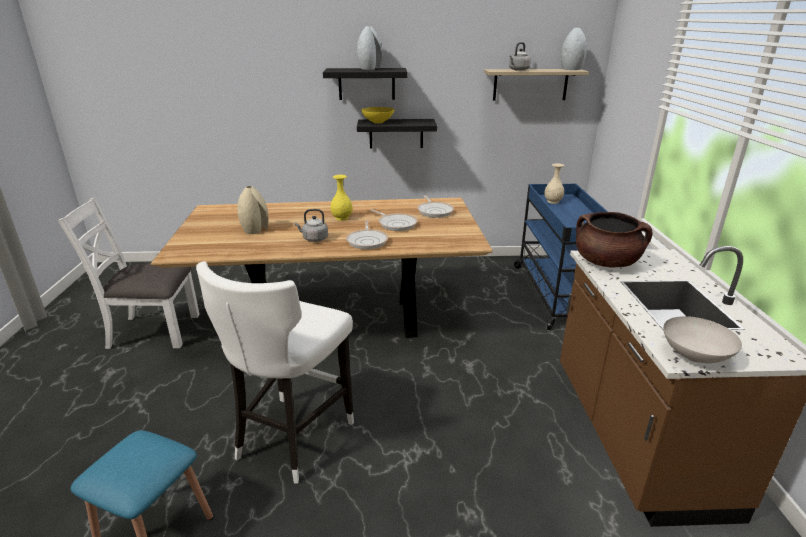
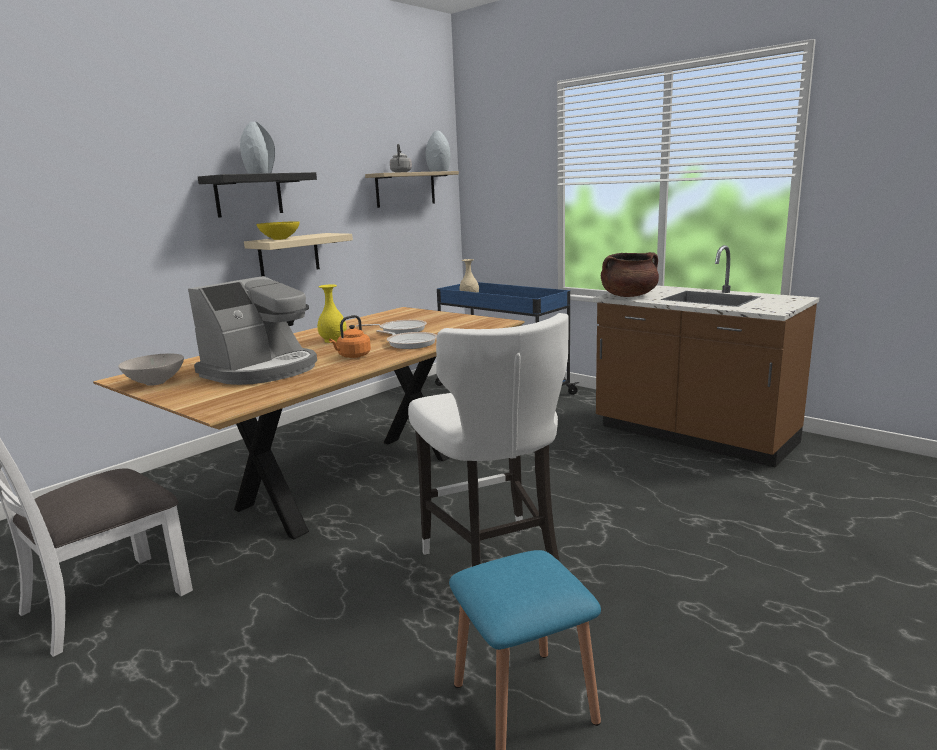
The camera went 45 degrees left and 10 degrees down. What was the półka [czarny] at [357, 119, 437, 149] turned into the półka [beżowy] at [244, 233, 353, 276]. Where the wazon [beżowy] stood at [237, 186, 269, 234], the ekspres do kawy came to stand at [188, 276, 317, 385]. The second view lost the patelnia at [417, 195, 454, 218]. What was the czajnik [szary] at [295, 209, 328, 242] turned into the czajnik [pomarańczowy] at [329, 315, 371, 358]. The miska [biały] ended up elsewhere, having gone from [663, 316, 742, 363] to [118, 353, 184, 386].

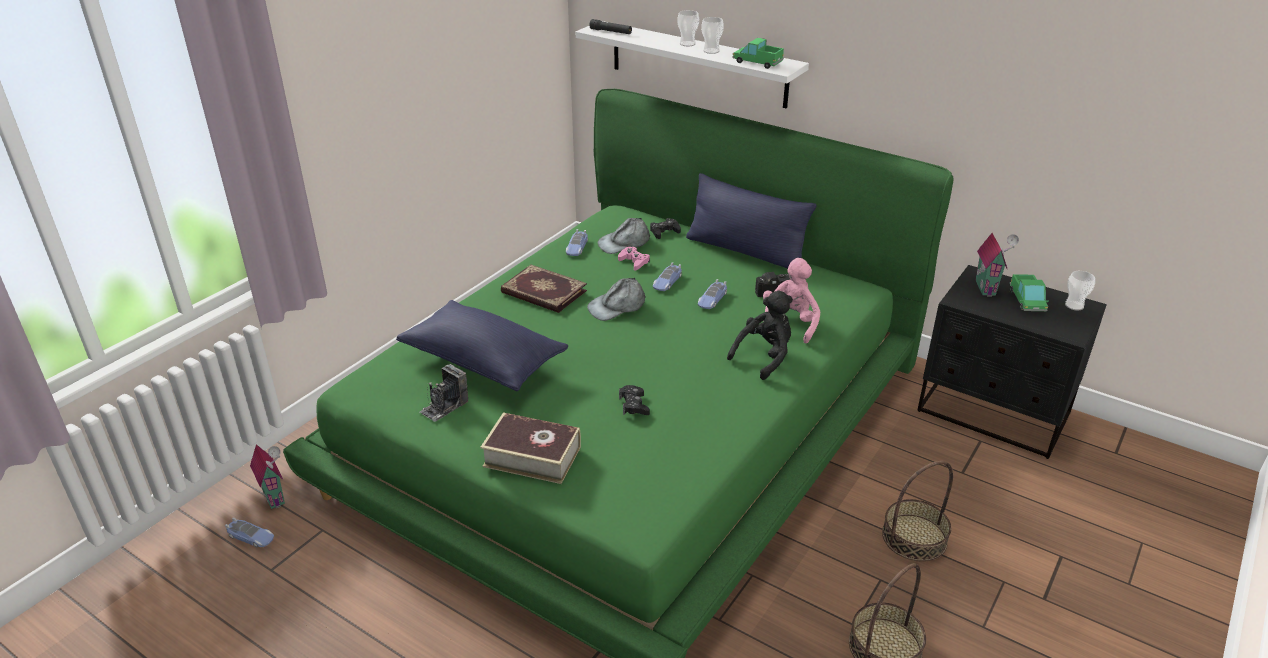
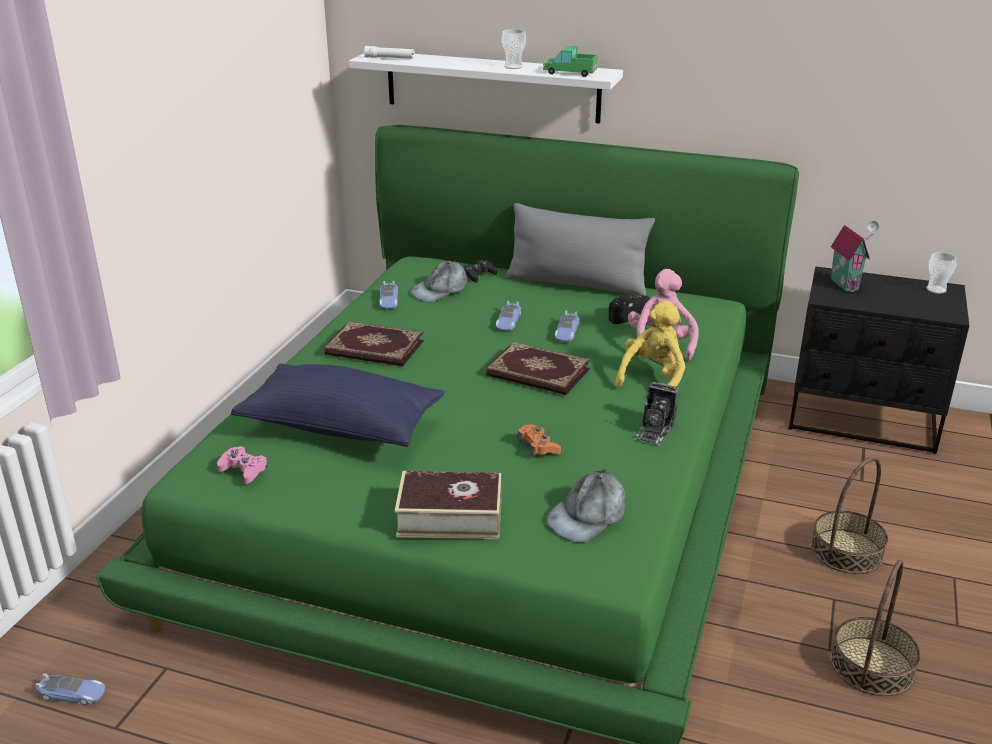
The camera went 15 degrees left and 5 degrees down. The second view lost the filiżanka at [677, 10, 699, 46]. What was the latarka [czarny] at [589, 19, 632, 34] turned into the latarka [biały] at [364, 46, 414, 59]. What was the poduszka [niebieski] at [686, 173, 816, 269] turned into the poduszka [szary] at [506, 203, 655, 296]. The pad do gier [różowy] ended up elsewhere, having gone from [618, 247, 650, 270] to [217, 446, 268, 484]. The second view lost the ciężarówka zabawkowa at [1010, 274, 1049, 311]. The czapka z daszkiem [szary] ended up elsewhere, having gone from [587, 278, 646, 321] to [546, 469, 625, 543]. What was the pluszak [czarny] at [727, 291, 793, 380] turned into the pluszak [żółty] at [615, 301, 685, 387]. The aparat fotograficzny ended up elsewhere, having gone from [419, 364, 468, 422] to [634, 382, 679, 445]. What was the pad do gier [czarny] at [619, 385, 650, 415] turned into the pad do gier [pomarańczowy] at [518, 424, 561, 458]. The second view lost the domek at [250, 444, 285, 509]. The second view gained the książka at [486, 341, 590, 395].

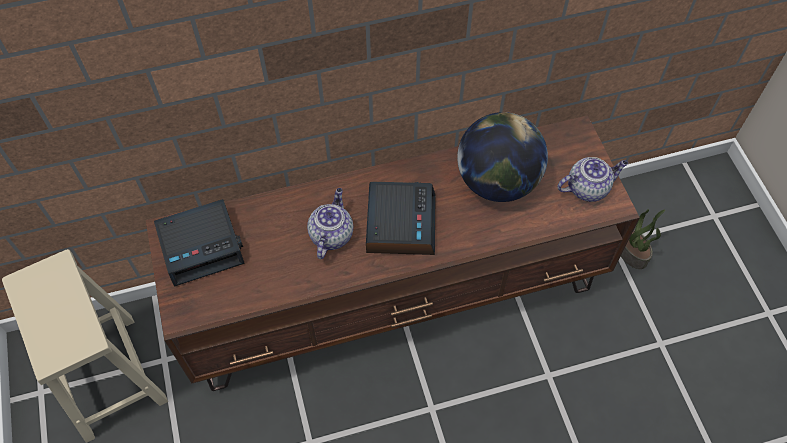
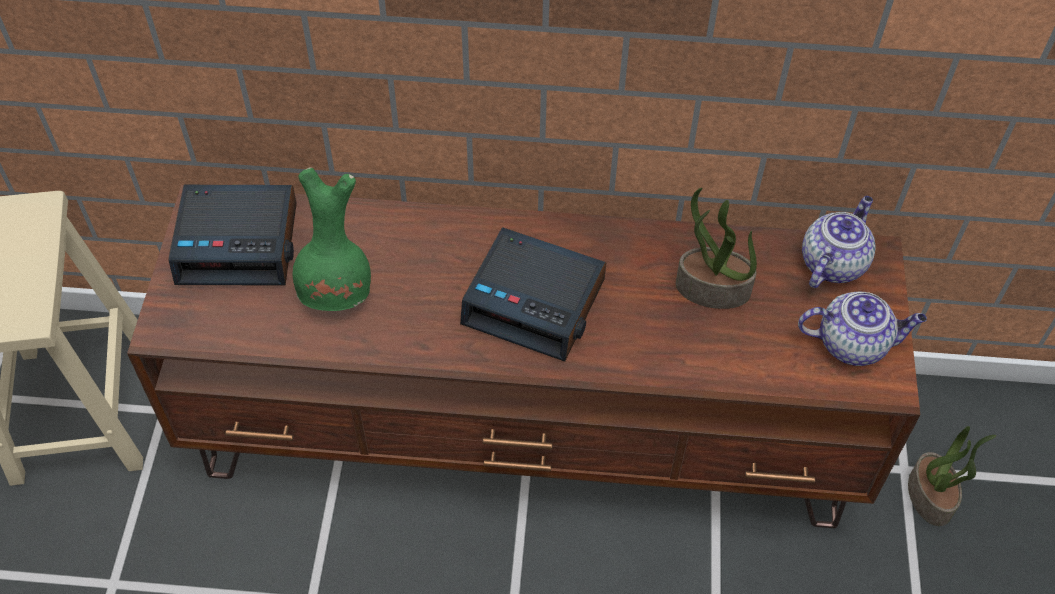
The camera went 20 degrees right and 5 degrees down. Where the globus stood at [457, 112, 548, 202], the roślina doniczkowa came to stand at [676, 188, 757, 309]. The budzik at [366, 182, 436, 255] ended up facing another way, 90 degrees clockwise from before. The imbryk ended up elsewhere, having gone from [307, 188, 353, 259] to [802, 196, 875, 288]. The second view gained the wazon [zielony] at [292, 167, 371, 311].

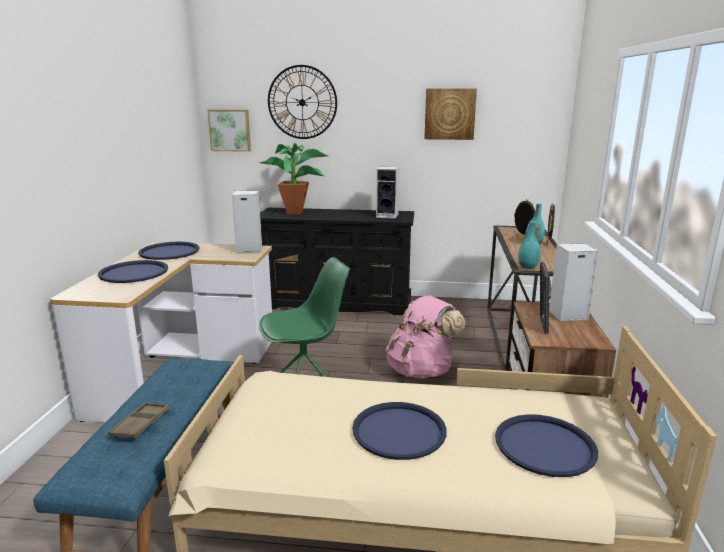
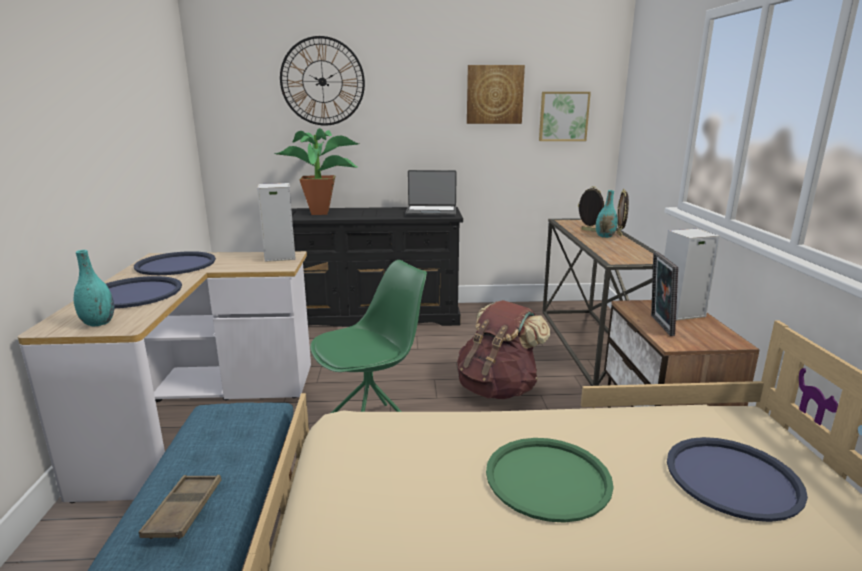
The camera went 10 degrees left and 0 degrees up. The obraz ended up elsewhere, having gone from [207, 109, 251, 152] to [539, 92, 591, 141]. Where the głośnik stood at [376, 167, 399, 219], the laptop came to stand at [405, 170, 457, 217]. The wazon [turkusowy] ended up elsewhere, having gone from [518, 221, 541, 269] to [74, 250, 115, 326]. What was the plecak [różowy] at [386, 295, 466, 379] turned into the plecak [brązowy] at [457, 300, 550, 399]. What was the taca [niebieski] at [352, 402, 447, 460] turned into the taca [zielony] at [486, 438, 614, 523].

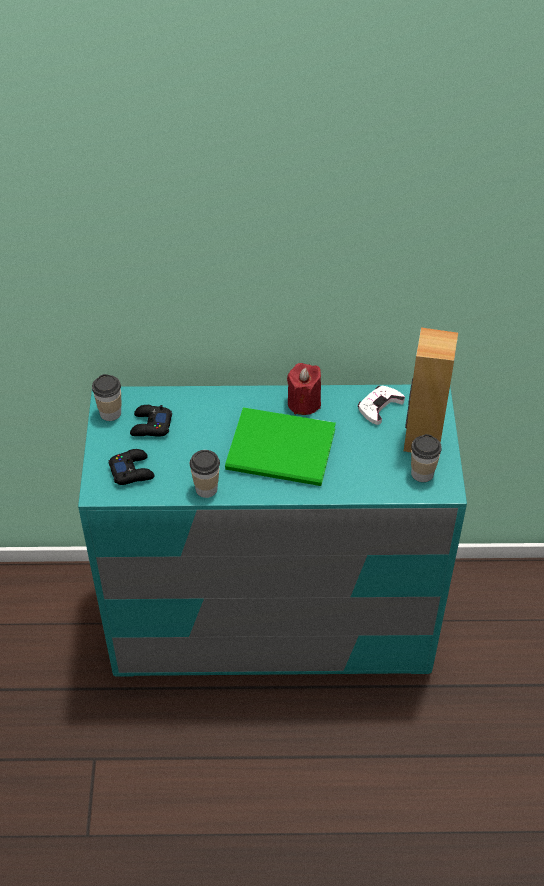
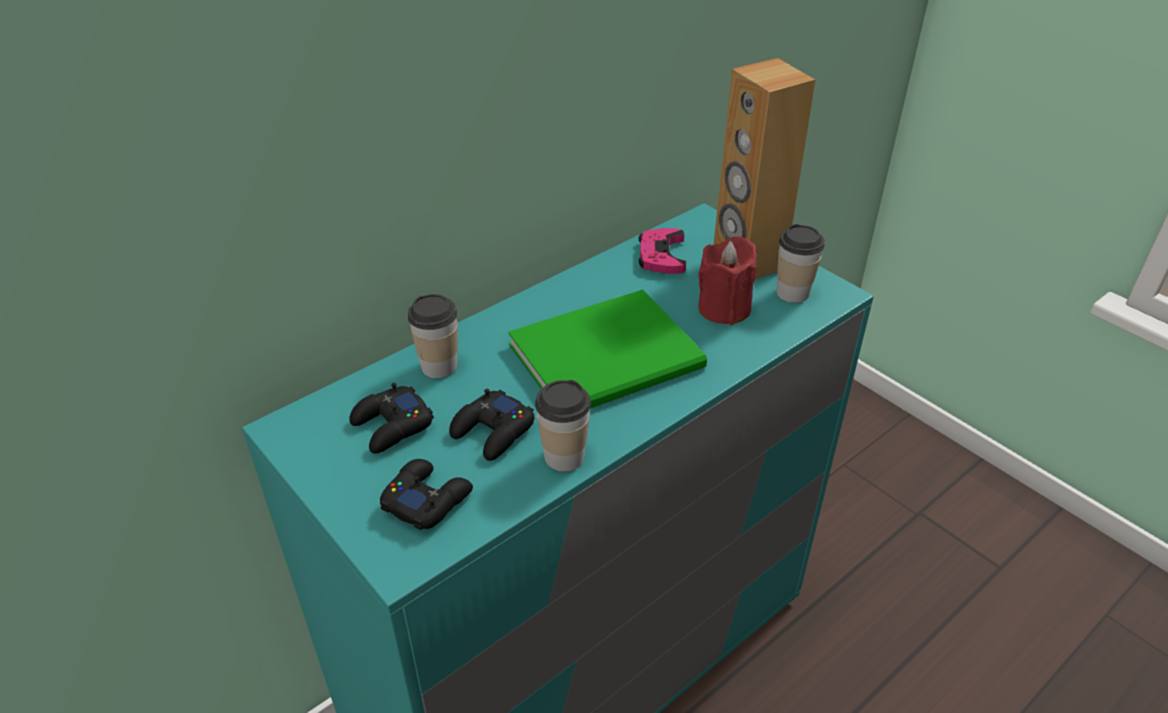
The camera went 40 degrees left and 10 degrees down. The świeca [czerwony] ended up elsewhere, having gone from [287, 363, 321, 415] to [698, 236, 757, 325]. The filiżanka ended up elsewhere, having gone from [92, 374, 122, 421] to [407, 294, 458, 378]. What was the pad do gier [biały] at [358, 386, 405, 425] turned into the pad do gier [różowy] at [639, 228, 686, 274]. The second view gained the pad do gier [czarny] at [449, 389, 534, 461].

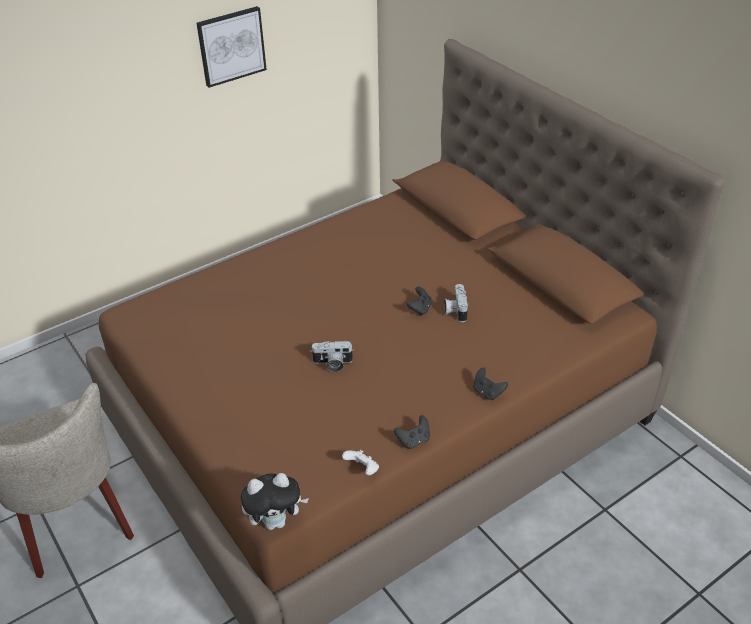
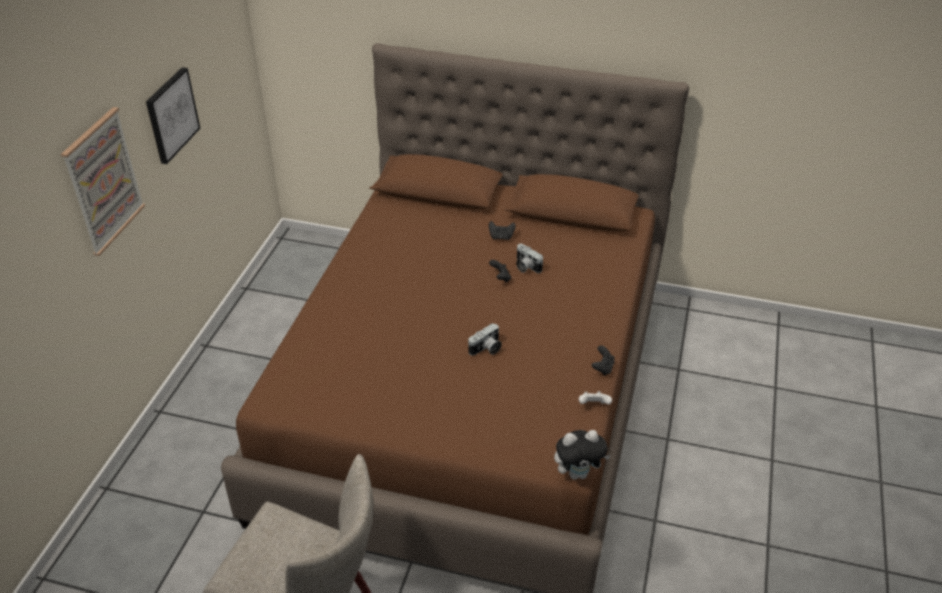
The camera went 40 degrees left and 0 degrees up. The pad do gier [czarny] ended up elsewhere, having gone from [473, 368, 508, 400] to [489, 221, 516, 240]. The pluszak at [241, 473, 309, 530] ended up facing another way, 45 degrees clockwise from before. The second view gained the obraz at [61, 107, 145, 256].

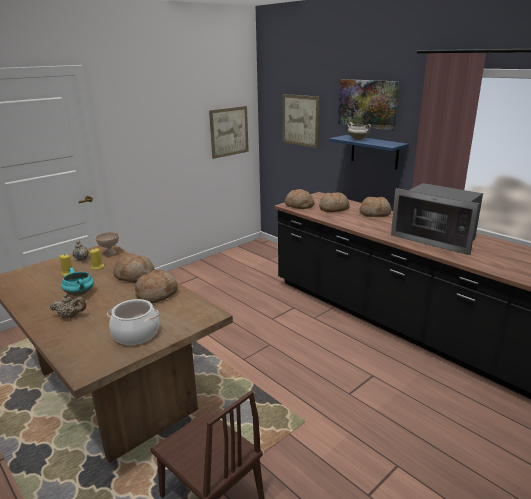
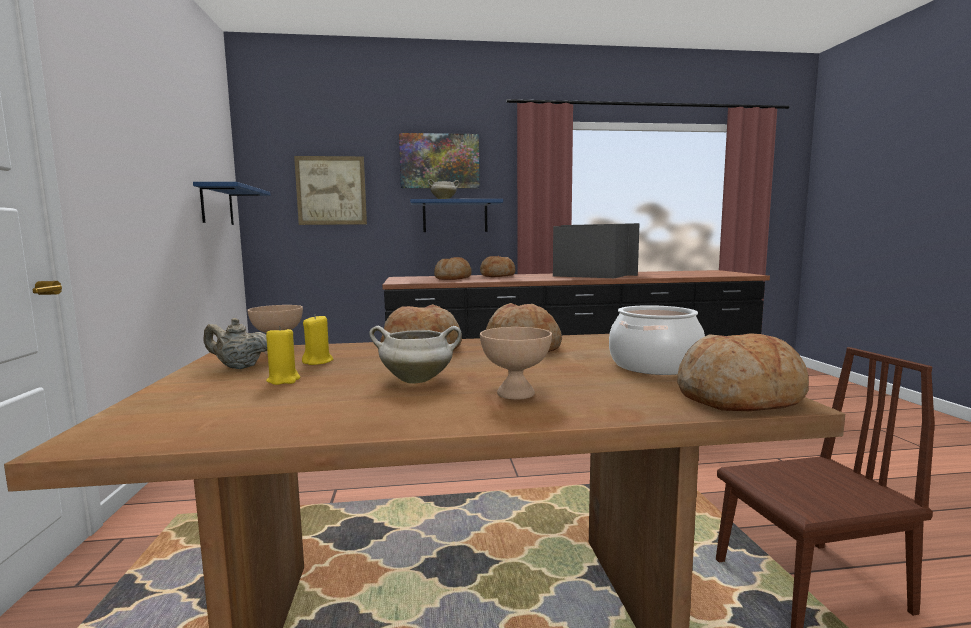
The camera went 55 degrees left and 15 degrees down. Where the obraz hung at [209, 106, 249, 159], the półka [niebieski] came to hang at [193, 182, 270, 225]. The mikrofalówka at [391, 183, 483, 255] ended up facing another way, 135 degrees counterclockwise from before. The chleb ended up elsewhere, having gone from [285, 189, 314, 209] to [677, 333, 809, 411]. What was the garnek [turkusowy] at [61, 268, 94, 296] turned into the garnek [biały] at [369, 326, 462, 384]. Where the imbryk [beżowy] stood at [50, 294, 86, 318], the miska [beżowy] came to stand at [480, 327, 552, 400].

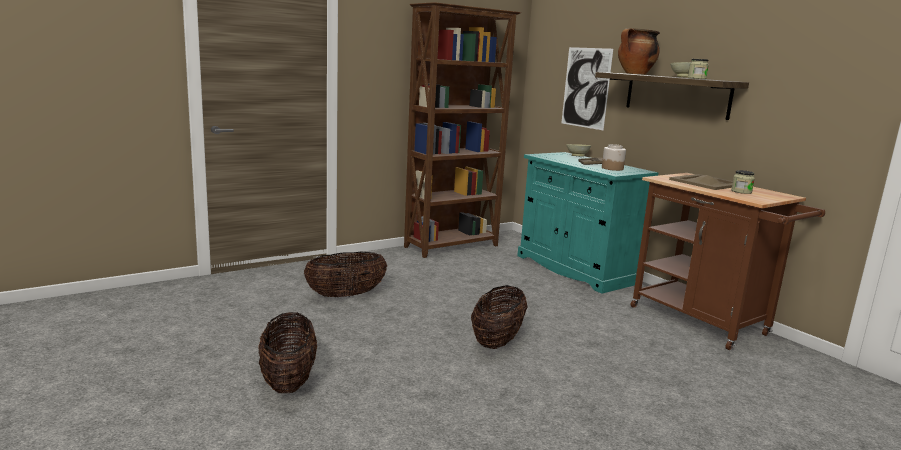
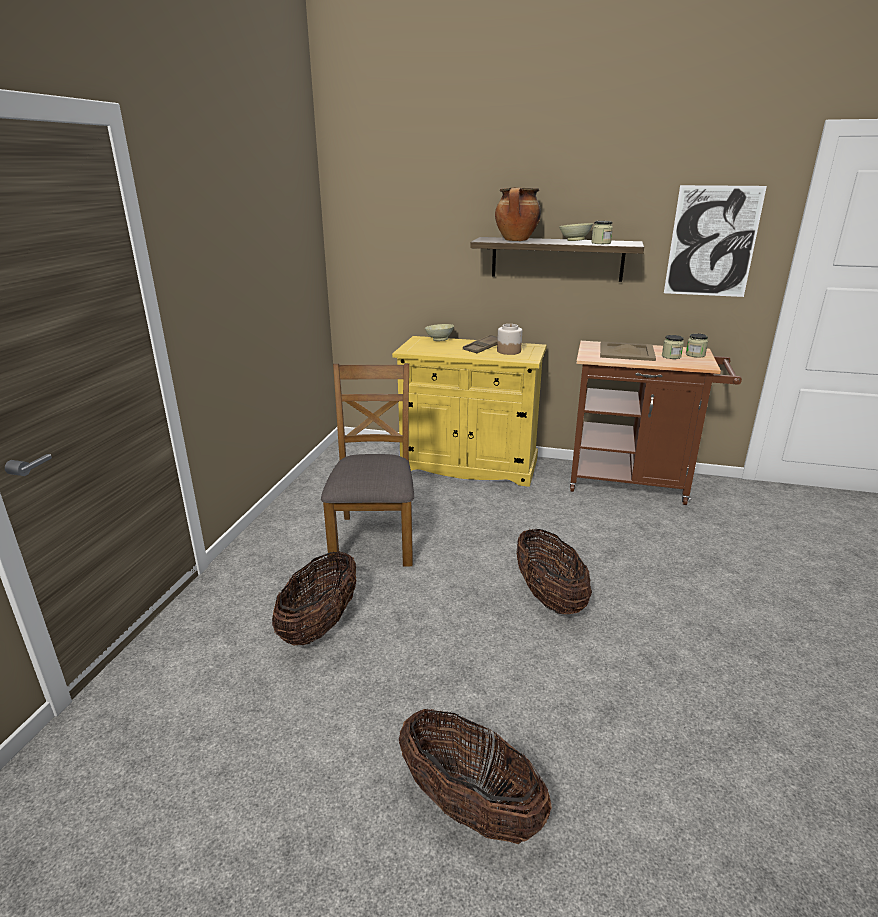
The camera went 40 degrees left and 10 degrees up. The second view lost the regał [brązowy] at [404, 2, 521, 258]. The obraz ended up elsewhere, having gone from [562, 47, 613, 130] to [664, 185, 767, 297]. What was the szafka [turkusowy] at [517, 152, 658, 294] turned into the szafka [żółty] at [392, 336, 547, 487]. The second view gained the słoik at [686, 333, 708, 357]. The second view gained the krzesło [brązowy] at [321, 363, 414, 566].

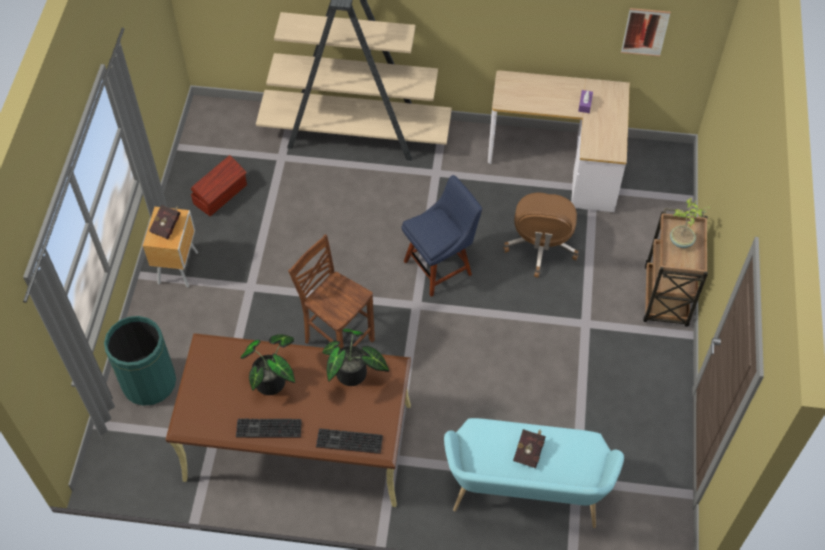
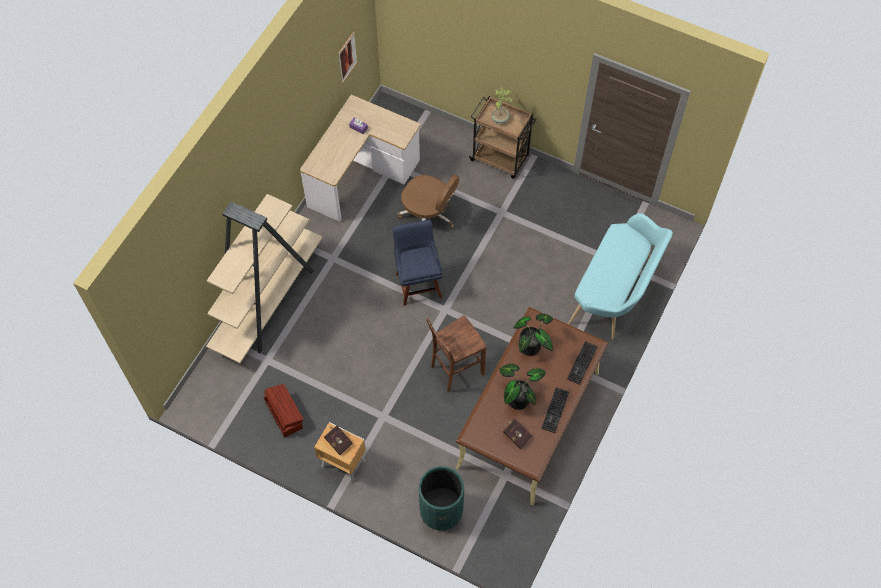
The camera went 70 degrees left and 5 degrees up. The książka [czerwony] ended up elsewhere, having gone from [513, 429, 546, 468] to [503, 419, 532, 449].

